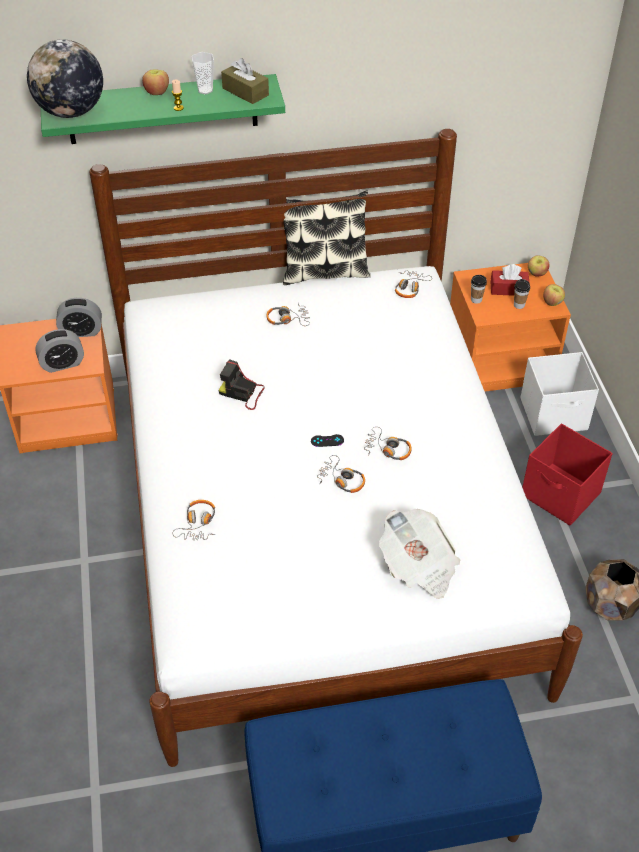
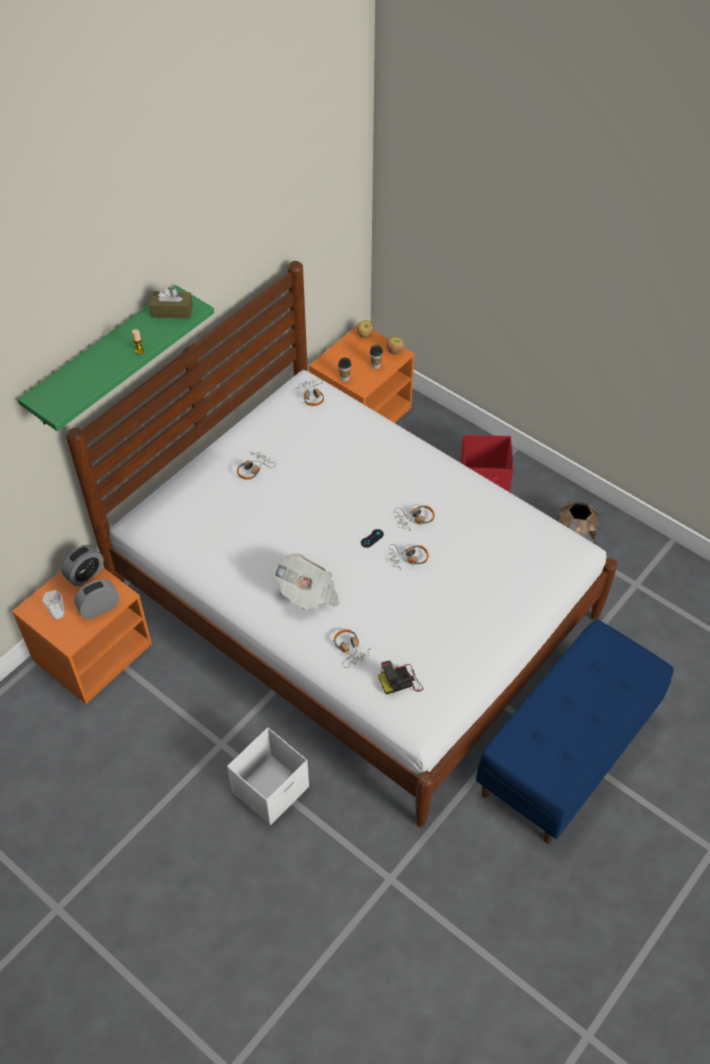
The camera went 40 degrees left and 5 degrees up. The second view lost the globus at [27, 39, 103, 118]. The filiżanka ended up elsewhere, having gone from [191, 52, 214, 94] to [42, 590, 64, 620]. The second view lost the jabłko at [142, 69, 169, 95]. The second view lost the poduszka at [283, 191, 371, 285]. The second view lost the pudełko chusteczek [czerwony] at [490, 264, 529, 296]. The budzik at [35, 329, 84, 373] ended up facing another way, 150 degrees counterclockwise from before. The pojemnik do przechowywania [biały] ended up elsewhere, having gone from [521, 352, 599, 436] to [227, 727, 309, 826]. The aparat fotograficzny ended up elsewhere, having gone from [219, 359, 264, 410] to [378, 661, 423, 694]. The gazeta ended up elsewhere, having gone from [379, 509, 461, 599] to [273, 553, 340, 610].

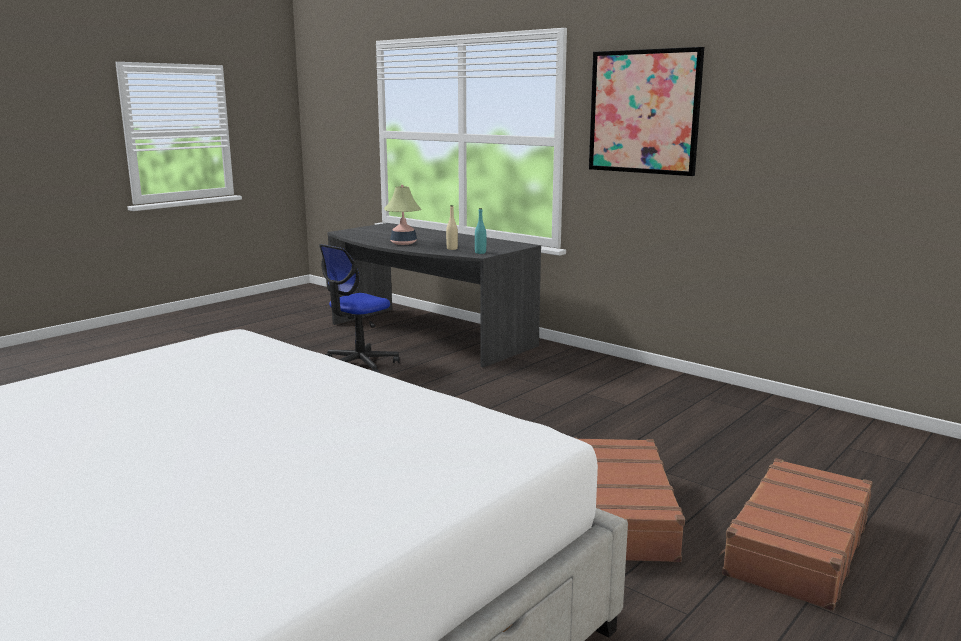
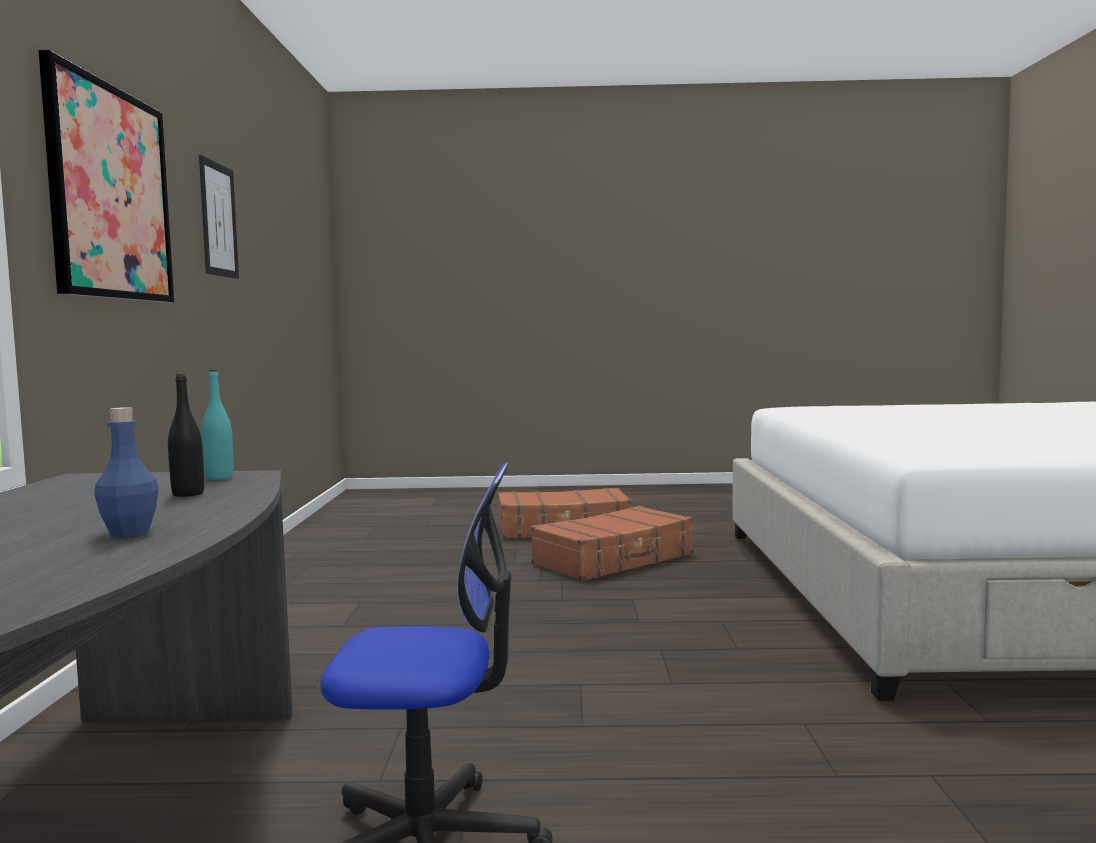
The camera went 130 degrees left and 10 degrees down. Where the lampa stołowa stood at [384, 185, 422, 245], the butelka [niebieski] came to stand at [94, 407, 159, 537]. What was the butelka [beżowy] at [446, 205, 458, 250] turned into the butelka [czarny] at [168, 373, 204, 497]. The second view gained the obraz at [199, 155, 239, 279].

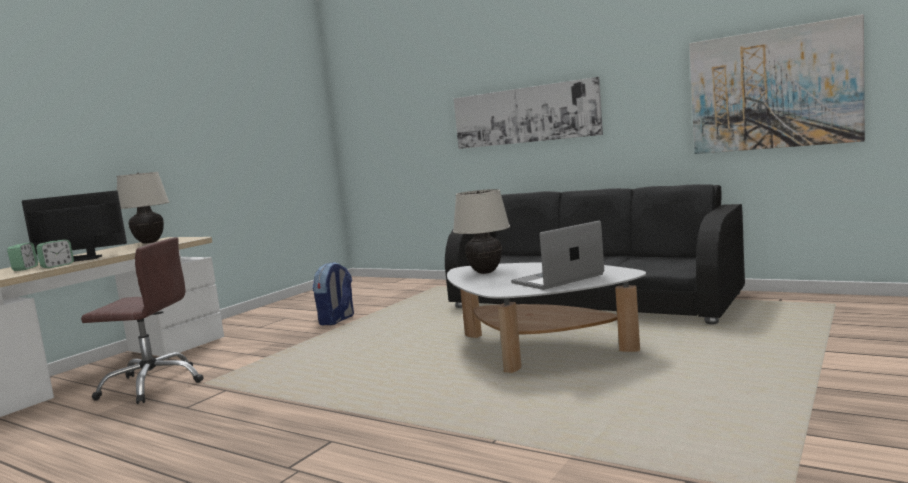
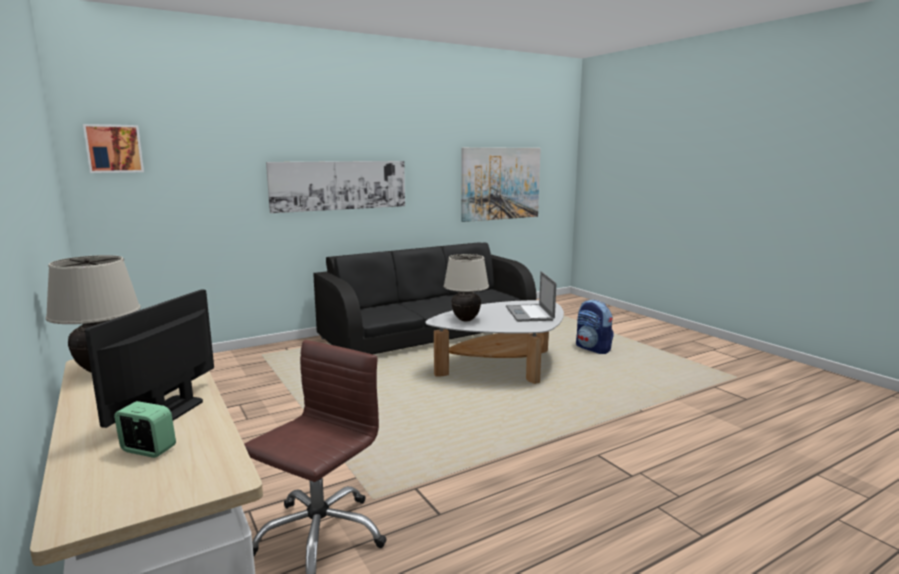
The camera went 65 degrees left and 5 degrees up. The second view lost the budzik at [36, 240, 74, 268]. The plecak ended up elsewhere, having gone from [312, 262, 354, 325] to [576, 300, 614, 354]. The second view gained the obraz at [83, 124, 144, 173].

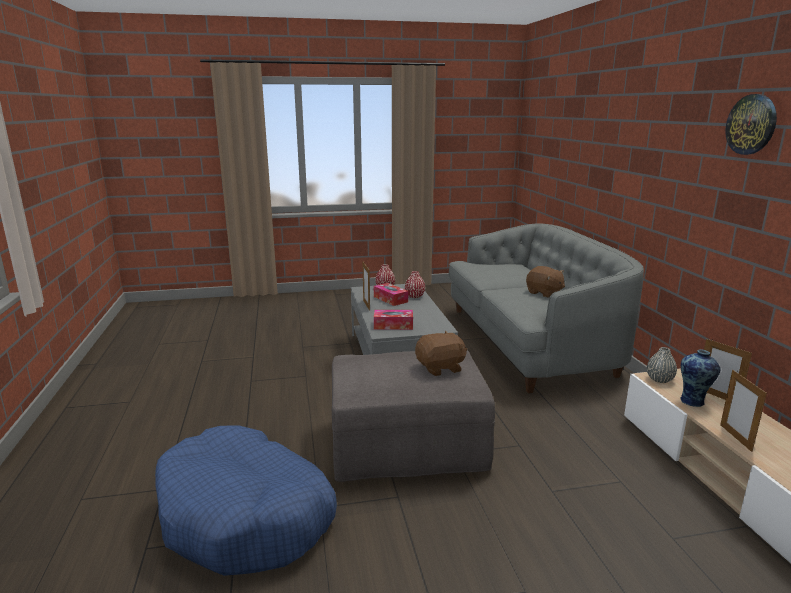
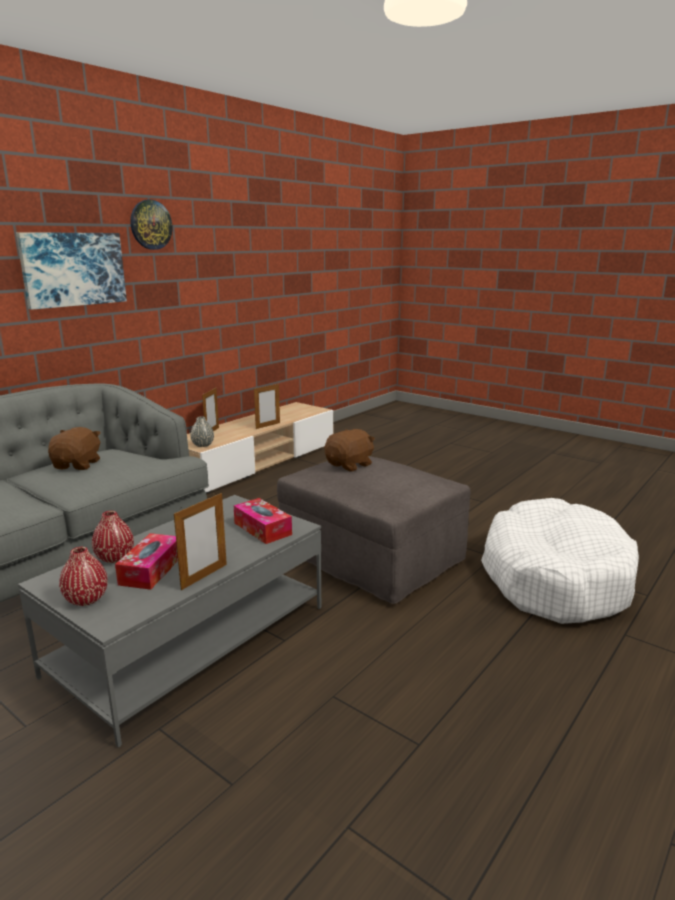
The camera went 130 degrees left and 0 degrees up. The pluszak [brązowy] at [415, 331, 467, 376] ended up facing another way, 105 degrees clockwise from before. The second view lost the wazon at [680, 349, 720, 407]. What was the legowisko [niebieski] at [155, 426, 337, 576] turned into the legowisko [biały] at [481, 498, 639, 624]. The second view gained the obraz at [16, 232, 127, 310].

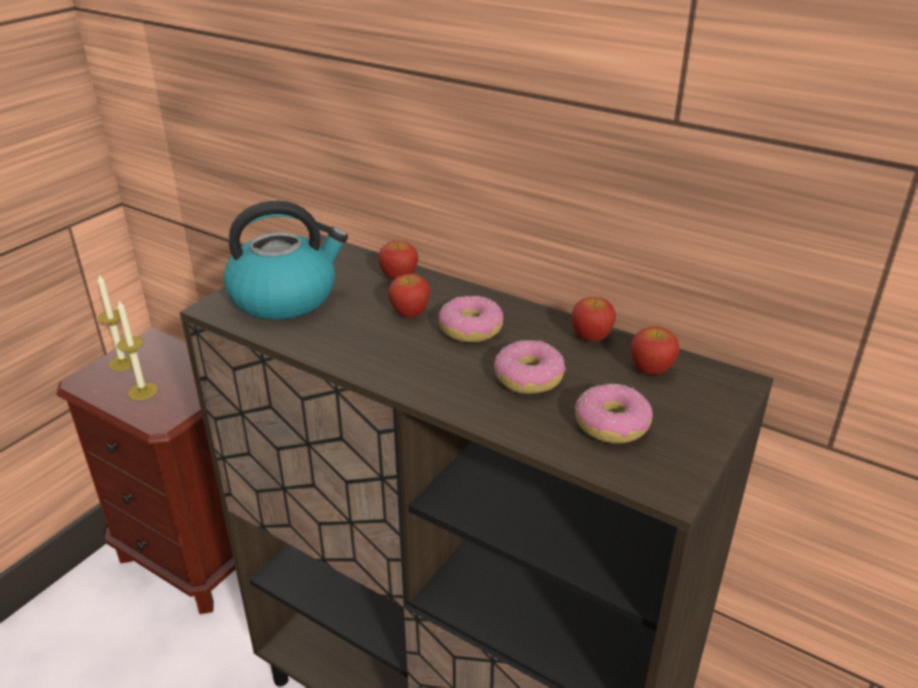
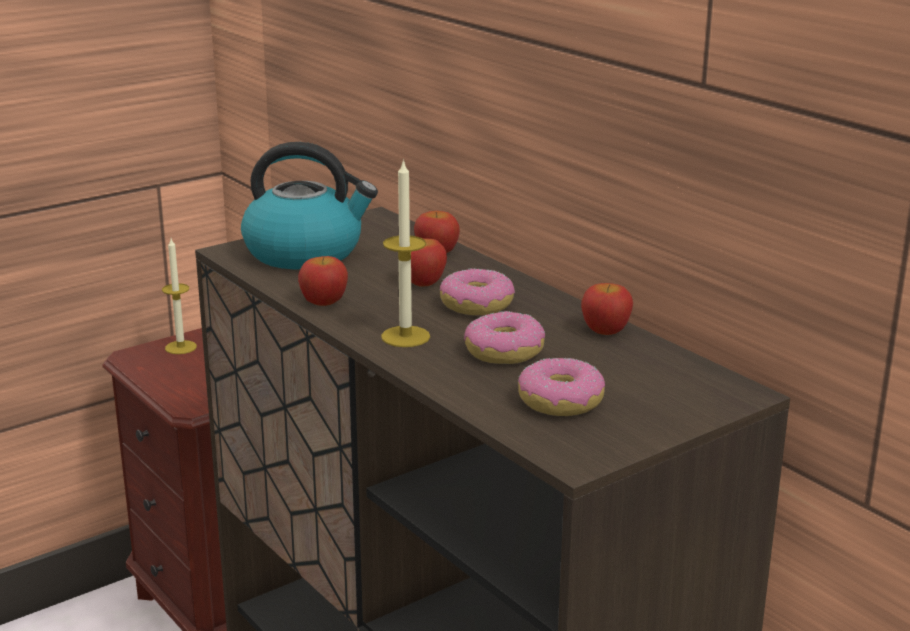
The camera went 20 degrees right and 10 degrees down. The świeca ended up elsewhere, having gone from [117, 301, 158, 400] to [381, 159, 430, 347]. The jabłko ended up elsewhere, having gone from [631, 326, 680, 375] to [298, 256, 348, 306].

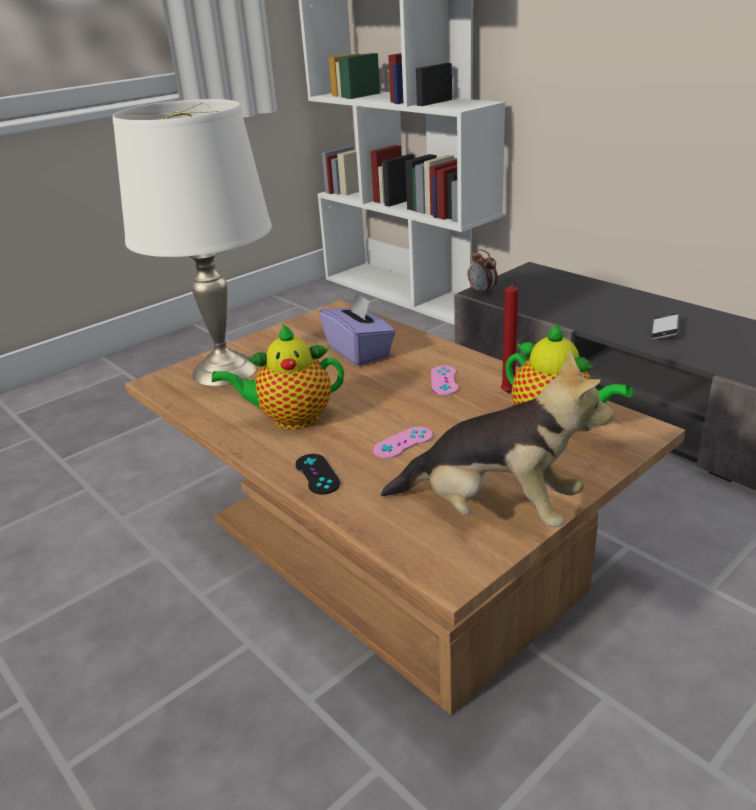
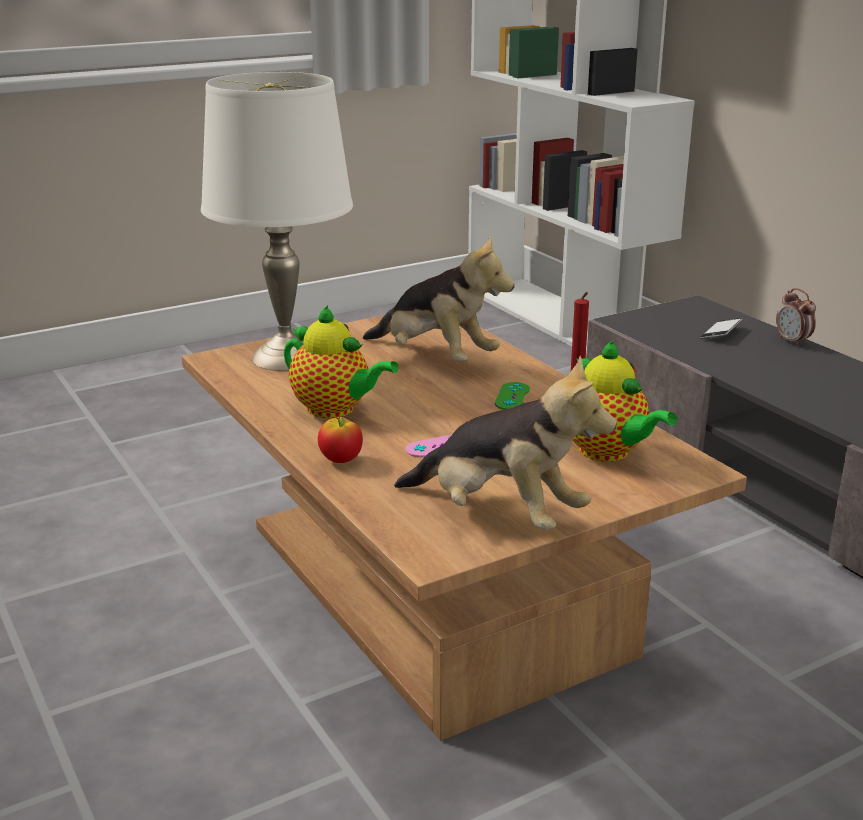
The camera went 10 degrees right and 5 degrees down. The budzik ended up elsewhere, having gone from [467, 249, 498, 295] to [776, 288, 816, 347]. Where the pudełko chusteczek [fioletowy] stood at [319, 291, 396, 366], the pluszak came to stand at [363, 234, 515, 361]. The telefon ended up elsewhere, having gone from [651, 313, 679, 340] to [700, 318, 743, 339]. The imbryk at [212, 324, 344, 430] ended up facing another way, 150 degrees counterclockwise from before. What was the pad do gier [różowy] at [431, 366, 459, 395] turned into the pad do gier [zielony] at [495, 382, 530, 410]. Where the pad do gier [czarny] stood at [295, 454, 340, 495], the jabłko came to stand at [318, 416, 363, 463].

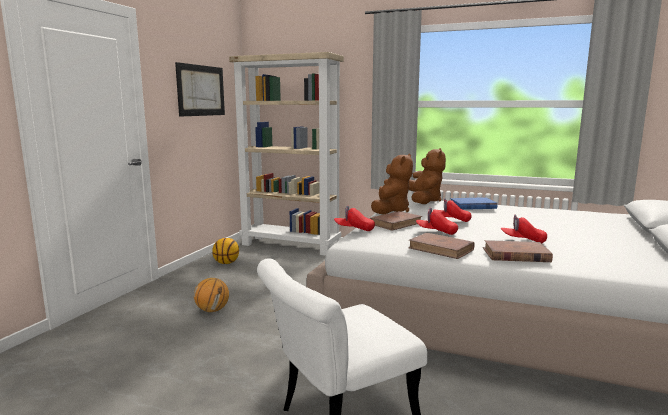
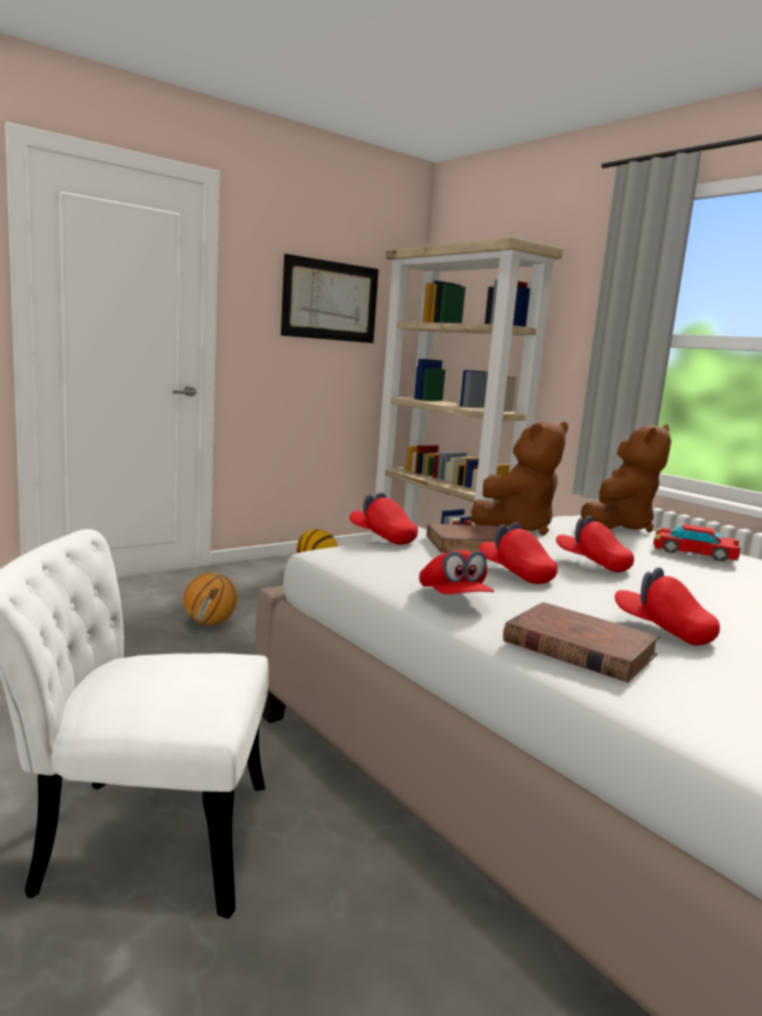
The camera went 30 degrees right and 0 degrees up. Where the książka [niebieski] stood at [450, 197, 497, 210], the samochodzik came to stand at [653, 524, 741, 562]. Where the książka [brązowy] stood at [408, 233, 475, 259], the czapka z daszkiem [czerwony] came to stand at [419, 550, 494, 594].

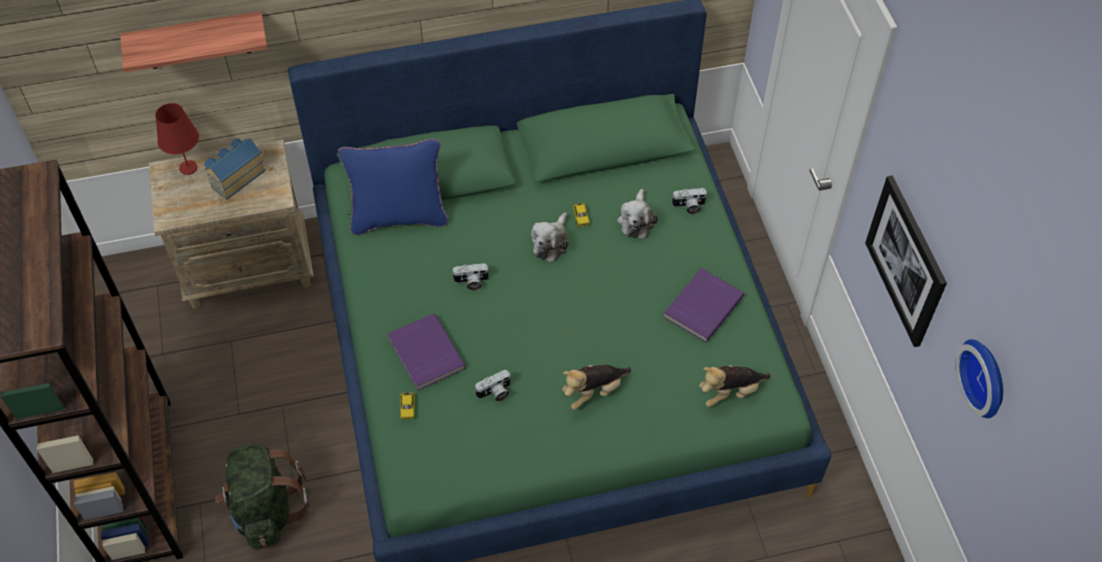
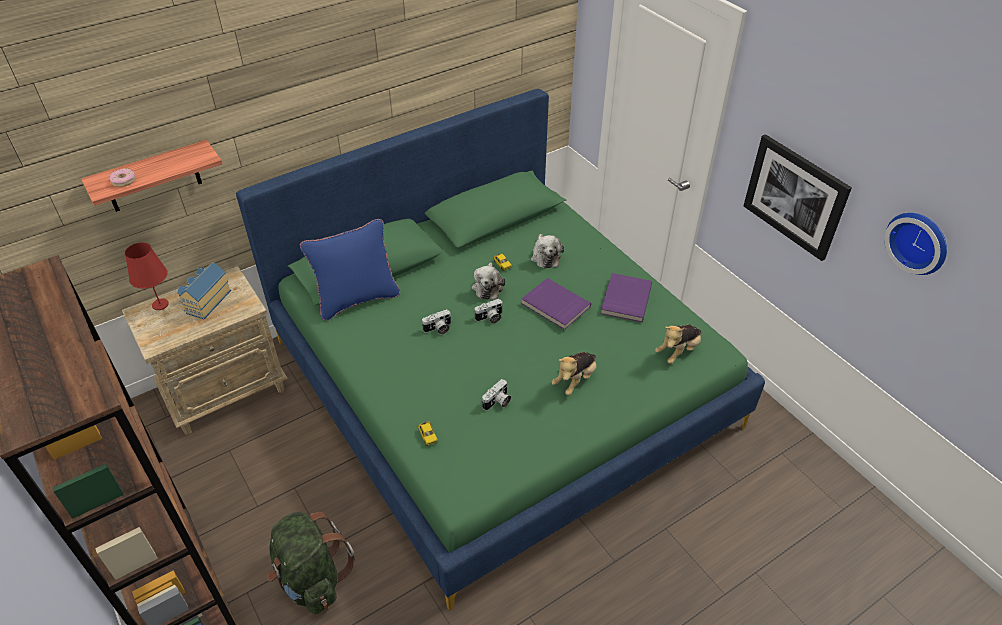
The camera went 20 degrees left and 10 degrees down. The aparat fotograficzny ended up elsewhere, having gone from [672, 188, 707, 214] to [474, 299, 503, 324]. The książka [fioletowy] ended up elsewhere, having gone from [388, 313, 466, 391] to [521, 278, 591, 330]. The second view gained the donut at [109, 168, 135, 187].

